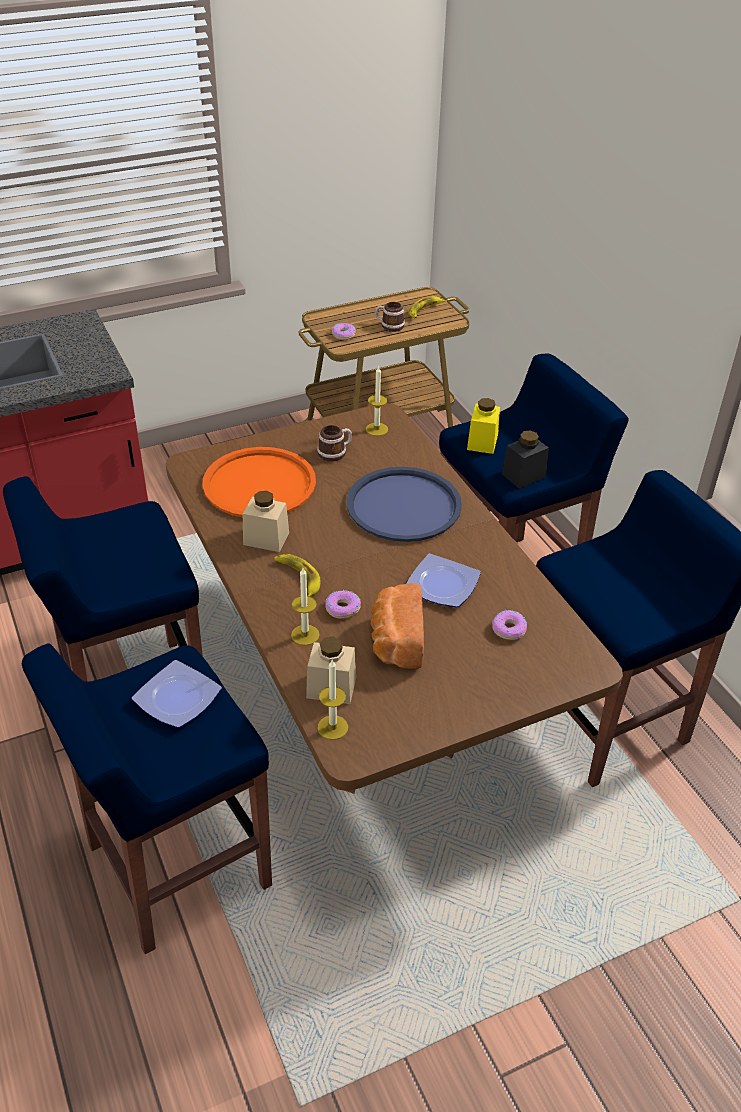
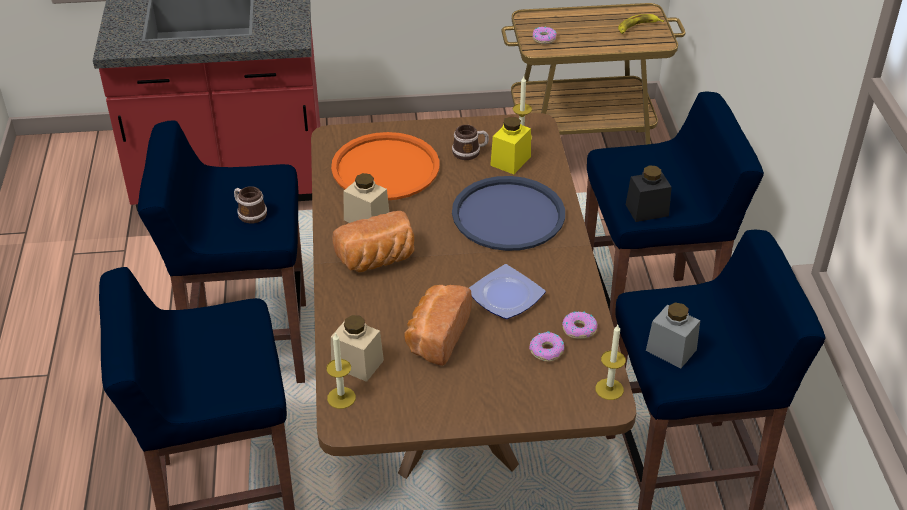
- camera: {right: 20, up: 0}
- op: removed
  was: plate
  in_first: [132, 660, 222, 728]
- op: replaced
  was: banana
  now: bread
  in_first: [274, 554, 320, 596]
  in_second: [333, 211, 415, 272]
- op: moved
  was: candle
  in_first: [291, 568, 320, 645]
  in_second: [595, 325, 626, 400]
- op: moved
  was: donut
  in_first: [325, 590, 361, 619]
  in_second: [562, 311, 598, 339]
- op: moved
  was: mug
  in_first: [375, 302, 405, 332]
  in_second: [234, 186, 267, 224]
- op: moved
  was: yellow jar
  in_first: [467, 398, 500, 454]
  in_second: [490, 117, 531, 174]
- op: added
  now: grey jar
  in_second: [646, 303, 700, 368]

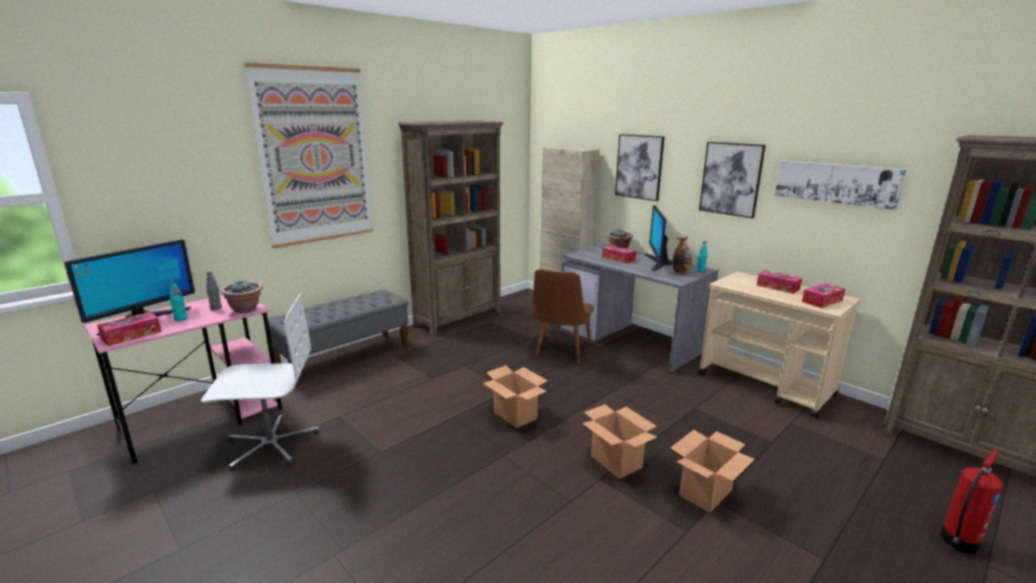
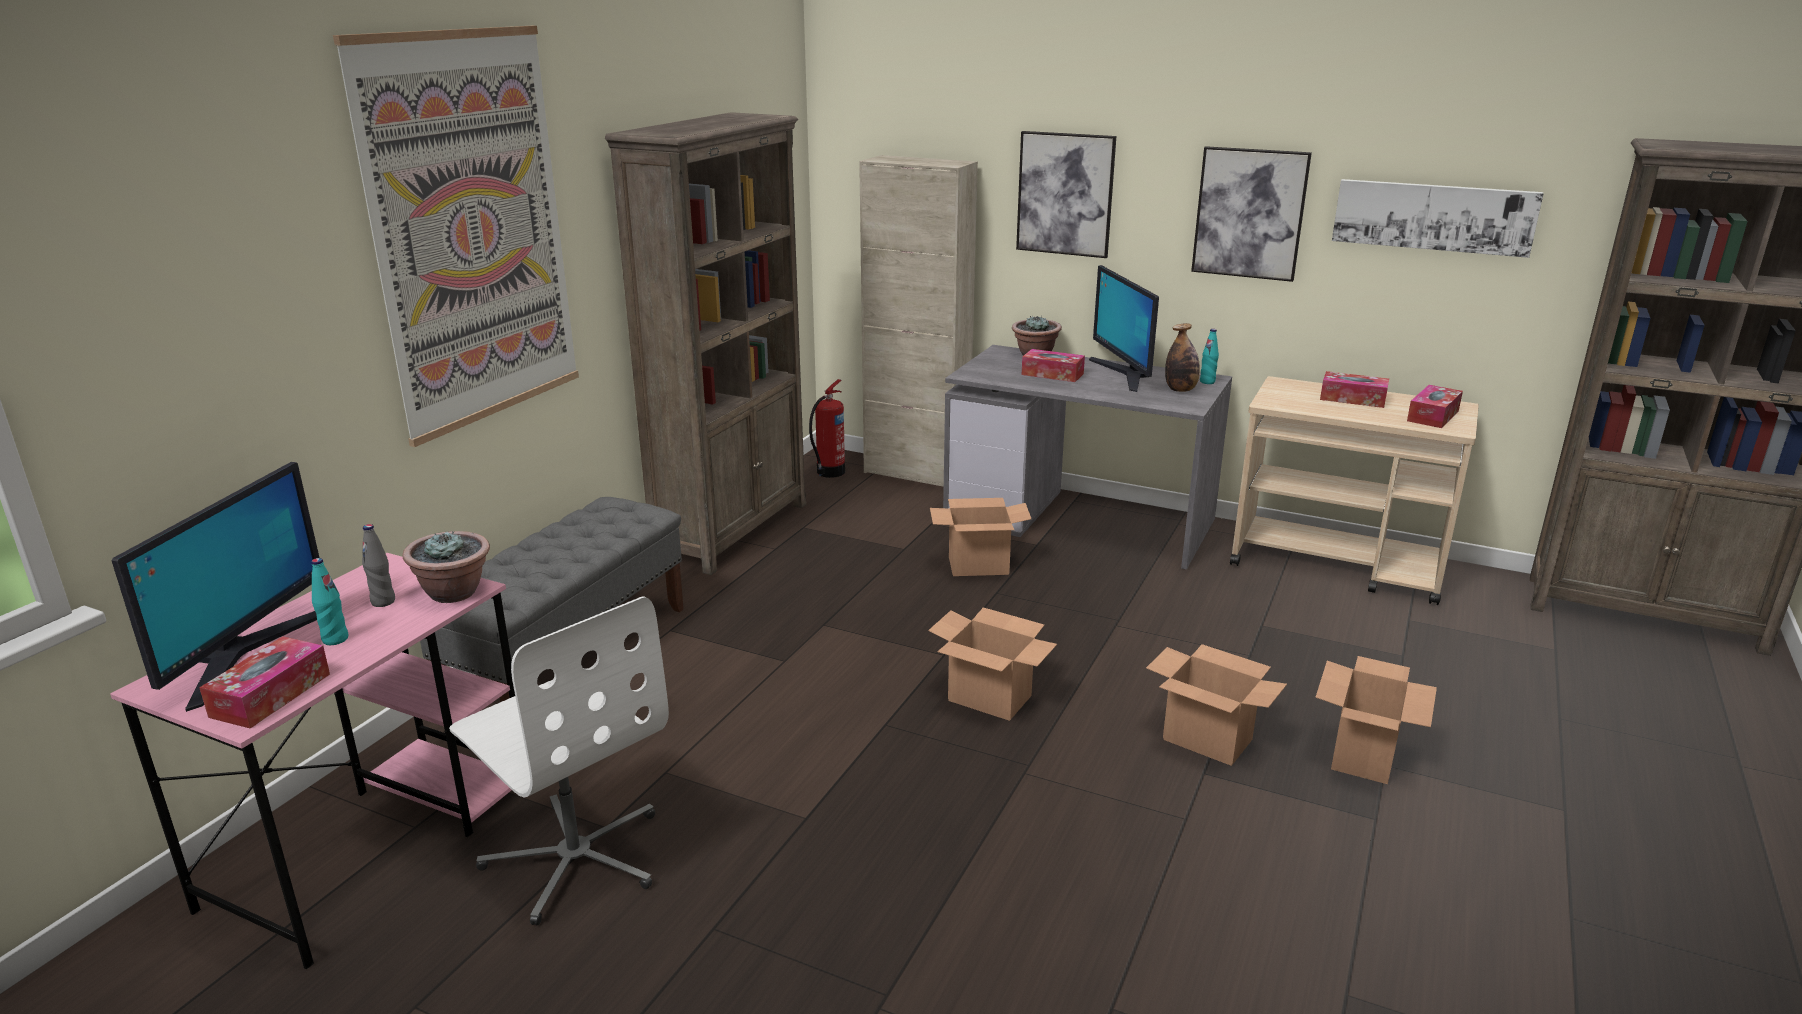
- camera: {right: -20, up: 5}
- op: turned
  was: white office chair
  in_first: [201, 293, 319, 471]
  in_second: [449, 596, 669, 926]
  clockwise: 75
- op: replaced
  was: brown chair
  now: cardboard box
  in_first: [531, 269, 594, 363]
  in_second: [930, 498, 1031, 576]
- op: moved
  was: fire extinguisher
  in_first: [940, 449, 1003, 554]
  in_second: [809, 379, 845, 478]

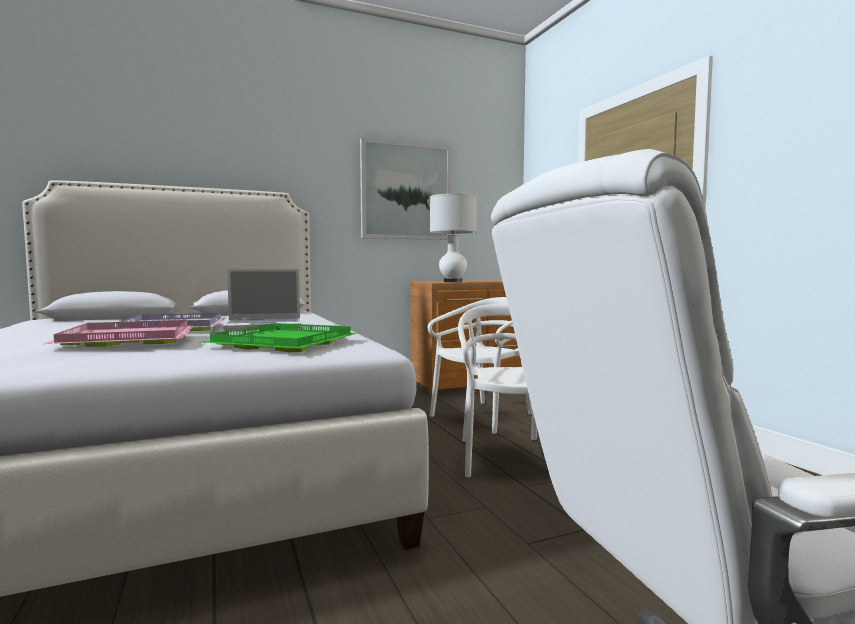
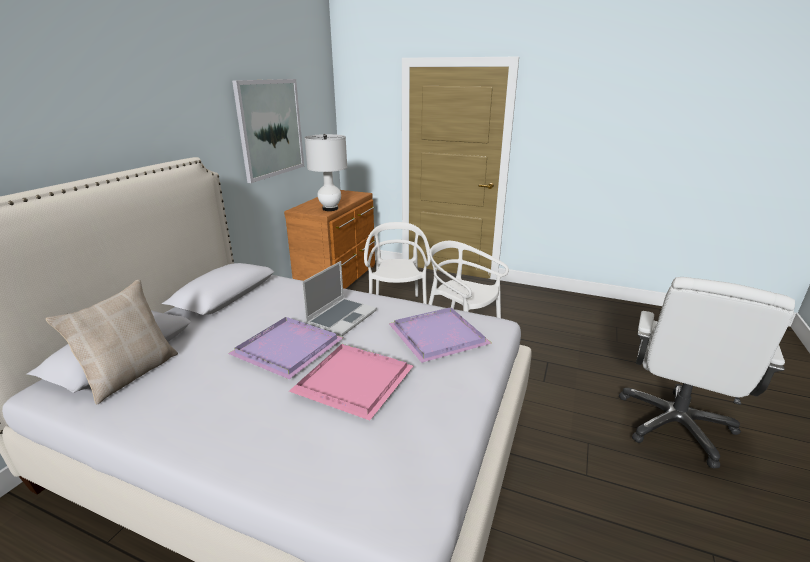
- camera: {right: -45, up: 20}
- op: recoloured
  was: green tray
  now: purple tray
  in_first: [202, 323, 358, 352]
  in_second: [389, 307, 491, 363]
- op: added
  now: beige pillow
  in_second: [46, 279, 178, 404]

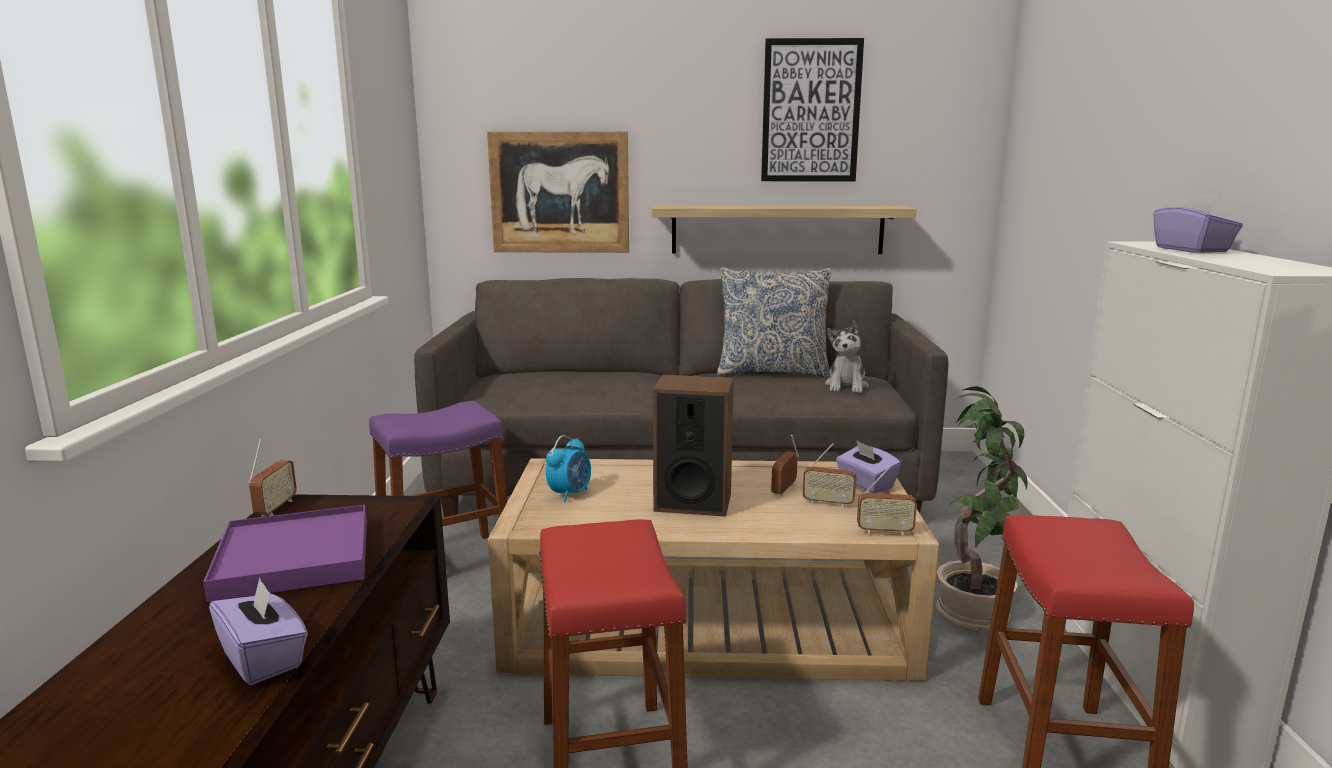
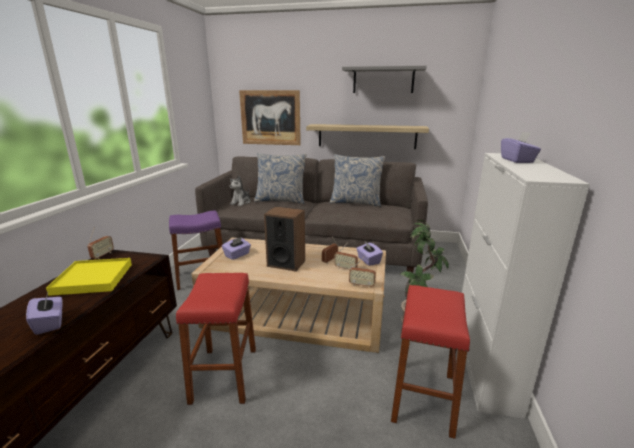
- camera: {right: 10, up: 5}
- op: recoloured
  was: purple tray
  now: yellow tray
  in_first: [203, 505, 367, 602]
  in_second: [46, 258, 132, 296]
- op: replaced
  was: alarm clock
  now: purple tissue box
  in_first: [546, 435, 591, 502]
  in_second: [222, 237, 251, 260]
- op: replaced
  was: picture
  now: grey shelf
  in_first: [761, 38, 864, 181]
  in_second: [342, 66, 427, 93]
- op: moved
  was: plush toy
  in_first: [825, 321, 869, 393]
  in_second: [230, 175, 251, 206]
- op: added
  now: pillow
  in_second: [254, 153, 307, 204]

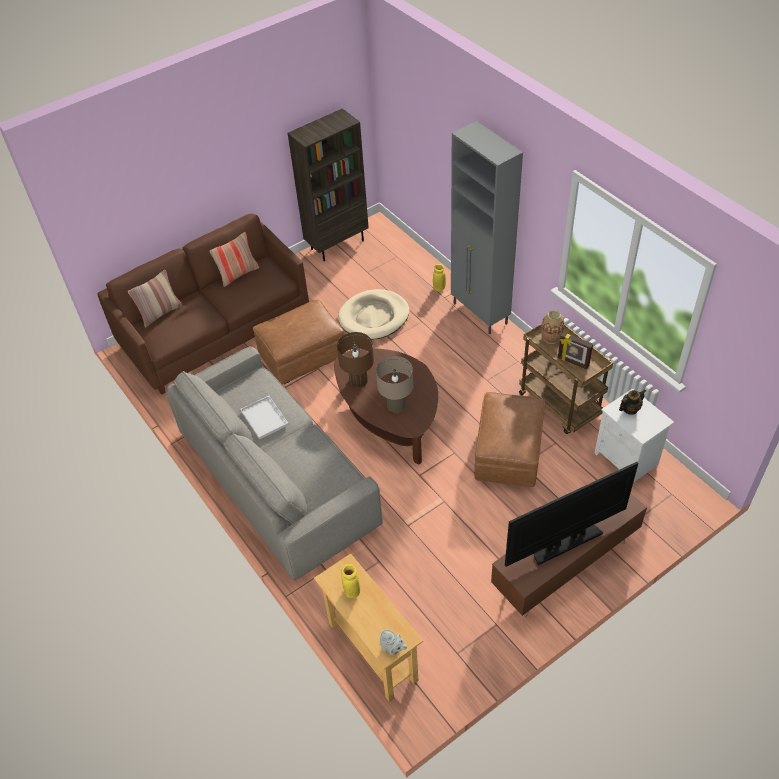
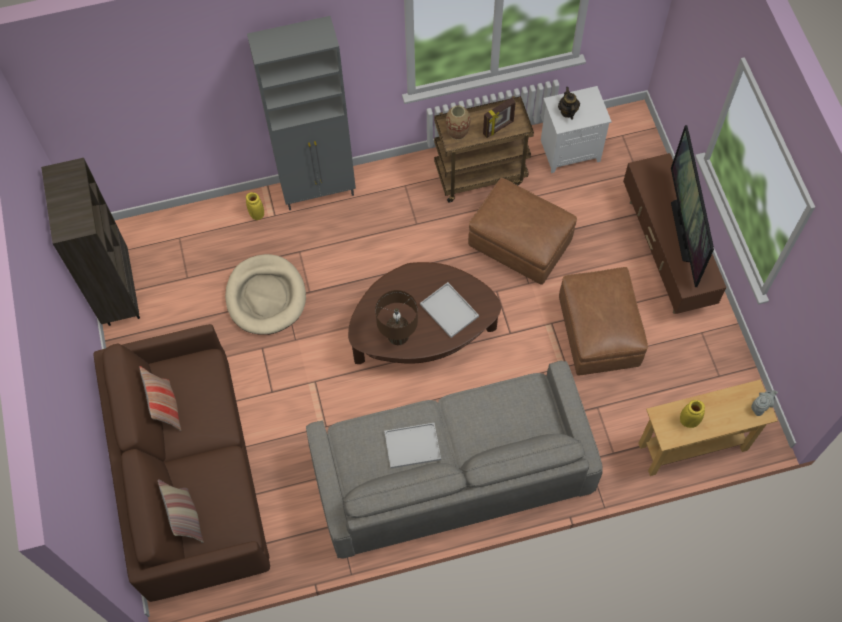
- camera: {right: -70, up: 15}
- op: moved
  was: brown ottoman
  in_first: [253, 299, 344, 385]
  in_second: [559, 267, 648, 376]
- op: replaced
  was: beige table lamp
  now: white tray
  in_first: [376, 356, 413, 413]
  in_second: [420, 282, 479, 338]

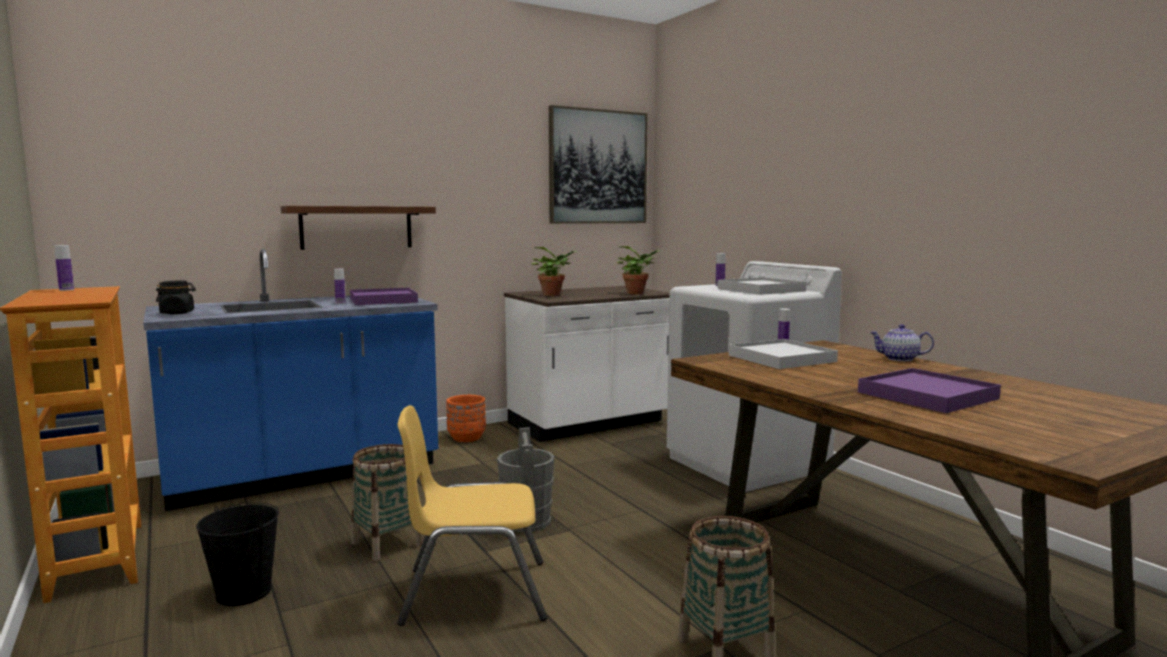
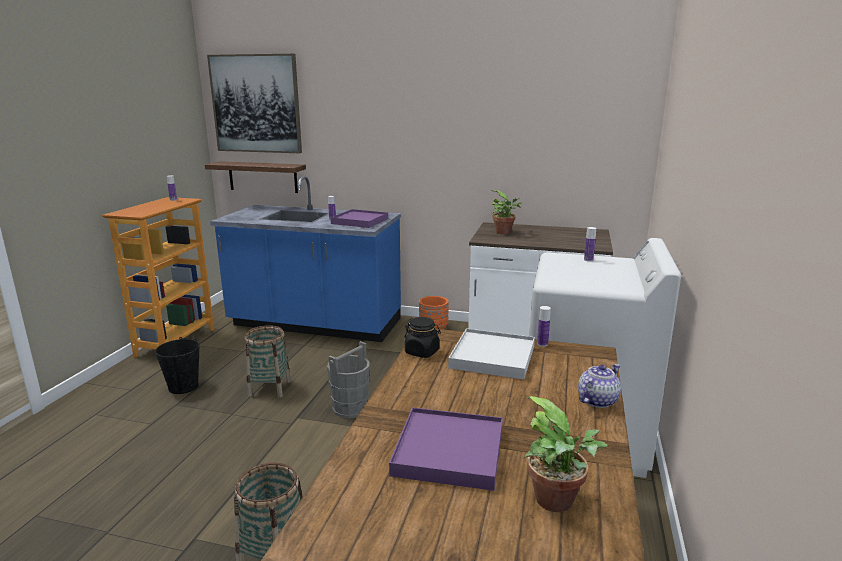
- camera: {right: 45, up: 10}
- op: moved
  was: black jar
  in_first: [156, 281, 196, 314]
  in_second: [405, 317, 441, 358]
- op: moved
  was: shelf
  in_first: [281, 206, 436, 250]
  in_second: [205, 161, 306, 193]
- op: removed
  was: yellow chair
  in_first: [397, 405, 547, 626]
- op: moved
  was: picture
  in_first: [549, 105, 648, 224]
  in_second: [207, 54, 302, 153]
- op: moved
  was: potted plant
  in_first: [617, 246, 660, 294]
  in_second: [523, 396, 608, 512]
- op: removed
  was: white tray
  in_first: [718, 277, 807, 295]
- op: turned
  was: teapot
  in_first: [870, 324, 934, 361]
  in_second: [578, 364, 621, 408]
  clockwise: 75

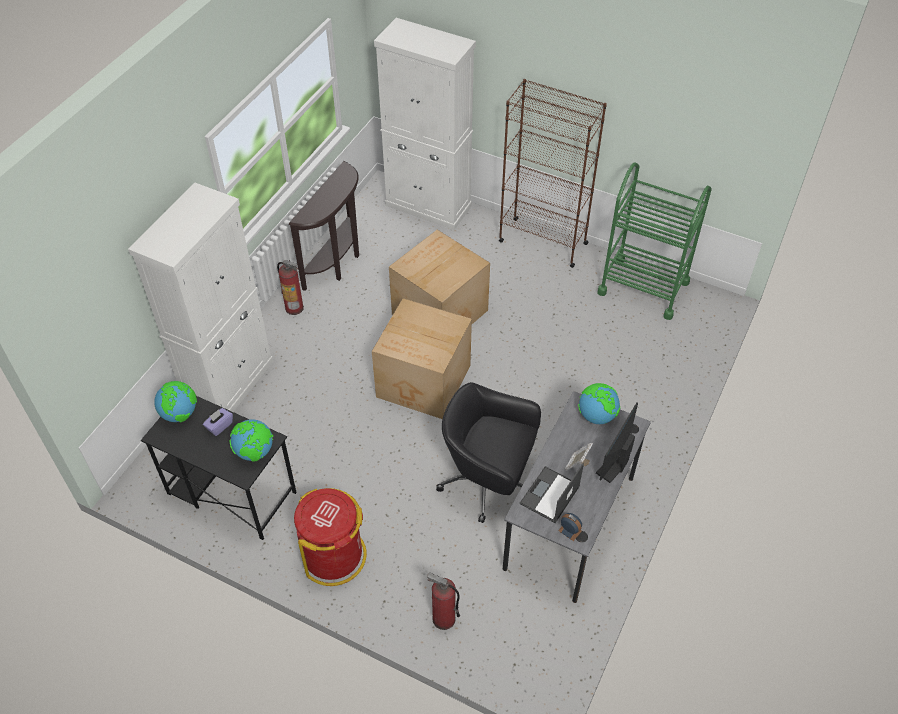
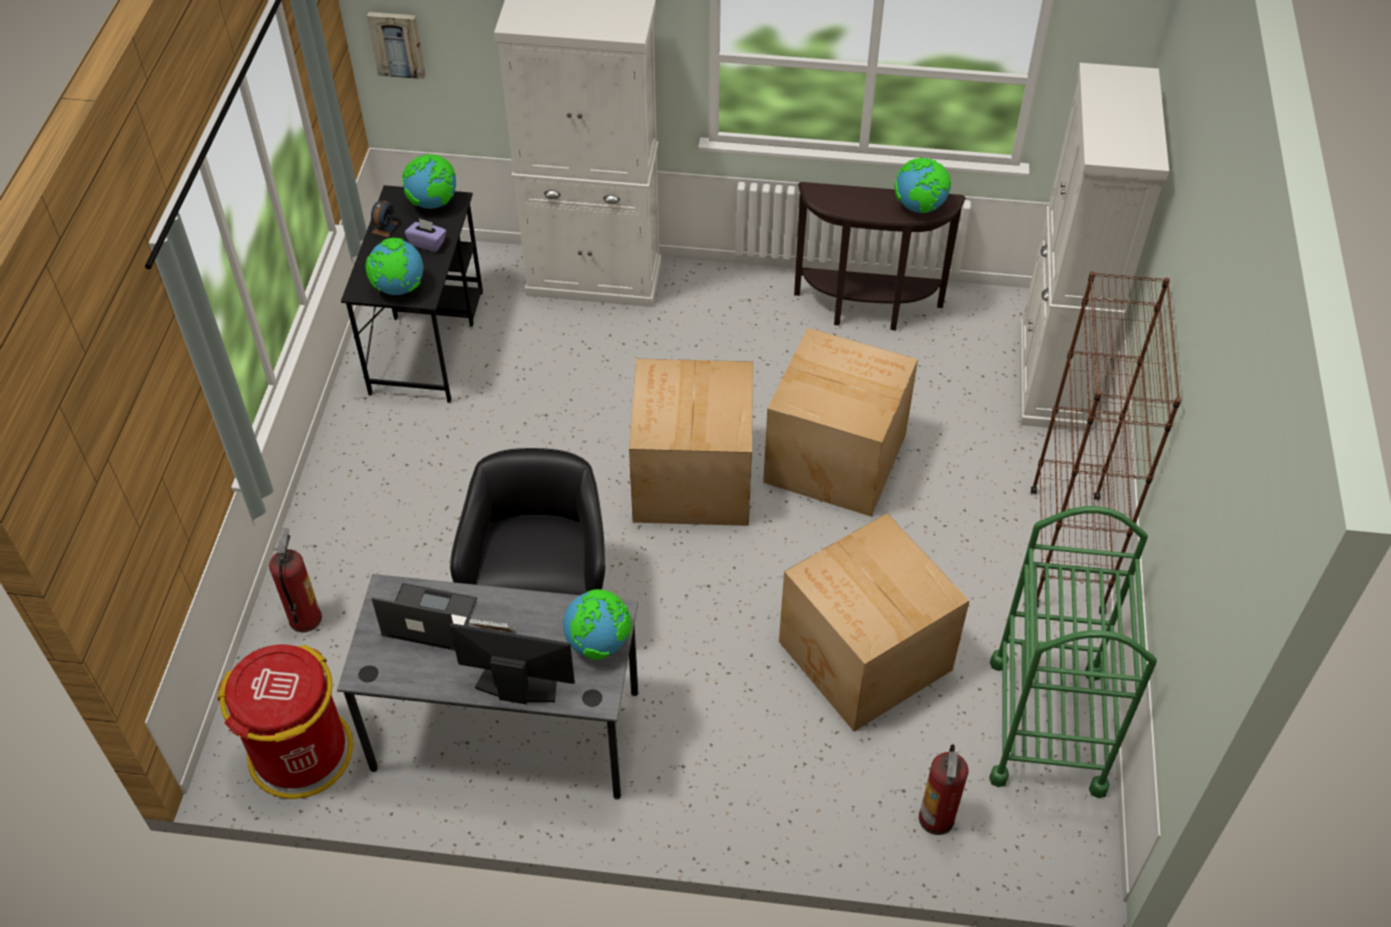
- camera: {right: 70, up: 0}
- op: moved
  was: fire extinguisher
  in_first: [277, 260, 304, 315]
  in_second: [919, 744, 969, 835]
- op: moved
  was: red trash can
  in_first: [294, 488, 367, 586]
  in_second: [217, 644, 353, 799]
- op: moved
  was: alarm clock
  in_first: [558, 513, 582, 541]
  in_second: [371, 200, 398, 237]
- op: added
  now: picture
  in_second: [367, 12, 426, 79]
- op: added
  now: cardboard box
  in_second: [779, 513, 970, 732]
- op: added
  now: globe
  in_second: [895, 157, 951, 213]

